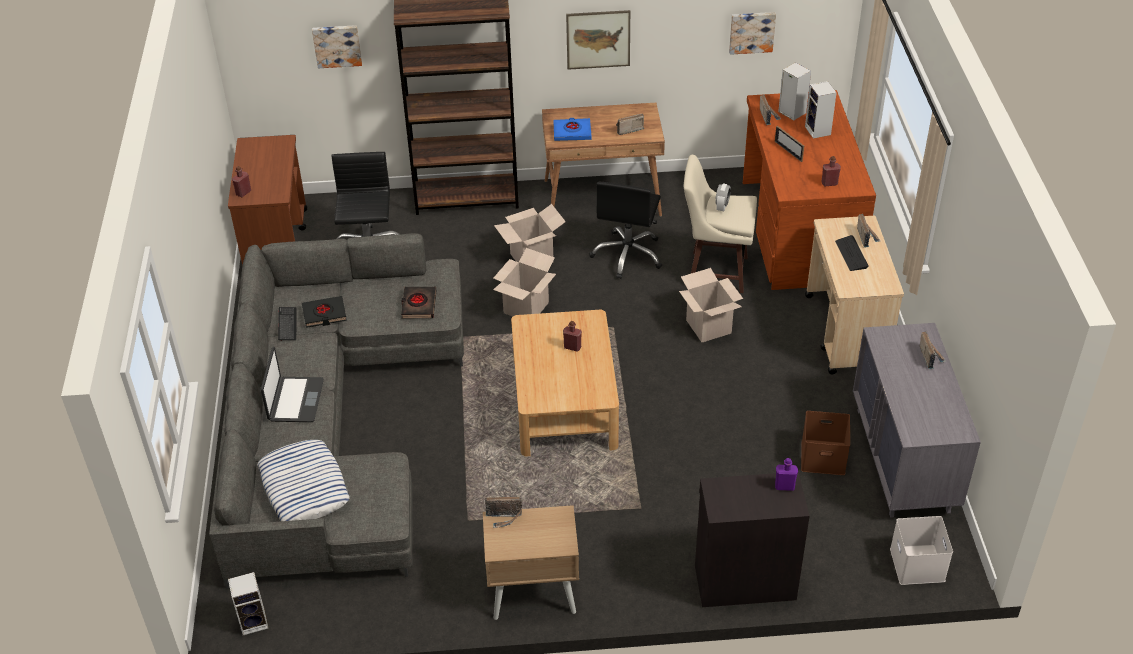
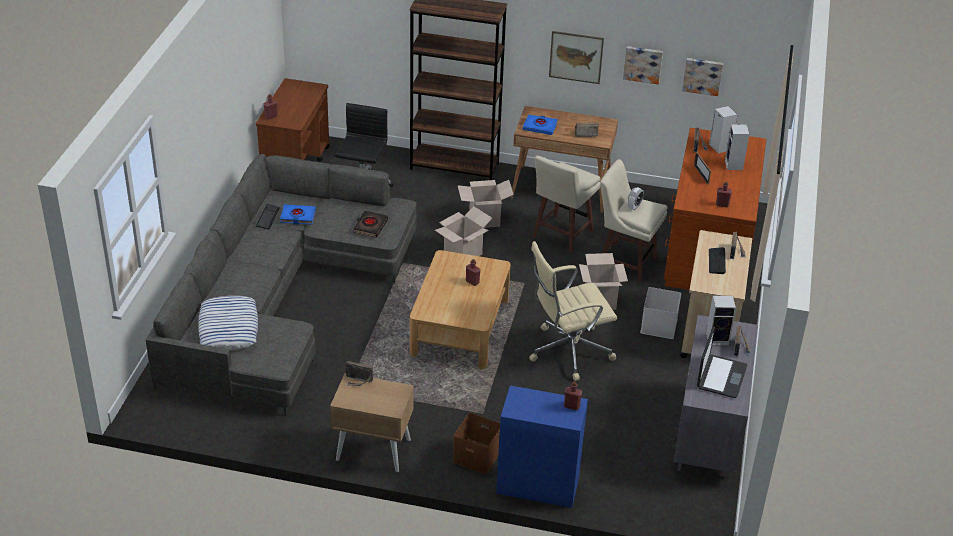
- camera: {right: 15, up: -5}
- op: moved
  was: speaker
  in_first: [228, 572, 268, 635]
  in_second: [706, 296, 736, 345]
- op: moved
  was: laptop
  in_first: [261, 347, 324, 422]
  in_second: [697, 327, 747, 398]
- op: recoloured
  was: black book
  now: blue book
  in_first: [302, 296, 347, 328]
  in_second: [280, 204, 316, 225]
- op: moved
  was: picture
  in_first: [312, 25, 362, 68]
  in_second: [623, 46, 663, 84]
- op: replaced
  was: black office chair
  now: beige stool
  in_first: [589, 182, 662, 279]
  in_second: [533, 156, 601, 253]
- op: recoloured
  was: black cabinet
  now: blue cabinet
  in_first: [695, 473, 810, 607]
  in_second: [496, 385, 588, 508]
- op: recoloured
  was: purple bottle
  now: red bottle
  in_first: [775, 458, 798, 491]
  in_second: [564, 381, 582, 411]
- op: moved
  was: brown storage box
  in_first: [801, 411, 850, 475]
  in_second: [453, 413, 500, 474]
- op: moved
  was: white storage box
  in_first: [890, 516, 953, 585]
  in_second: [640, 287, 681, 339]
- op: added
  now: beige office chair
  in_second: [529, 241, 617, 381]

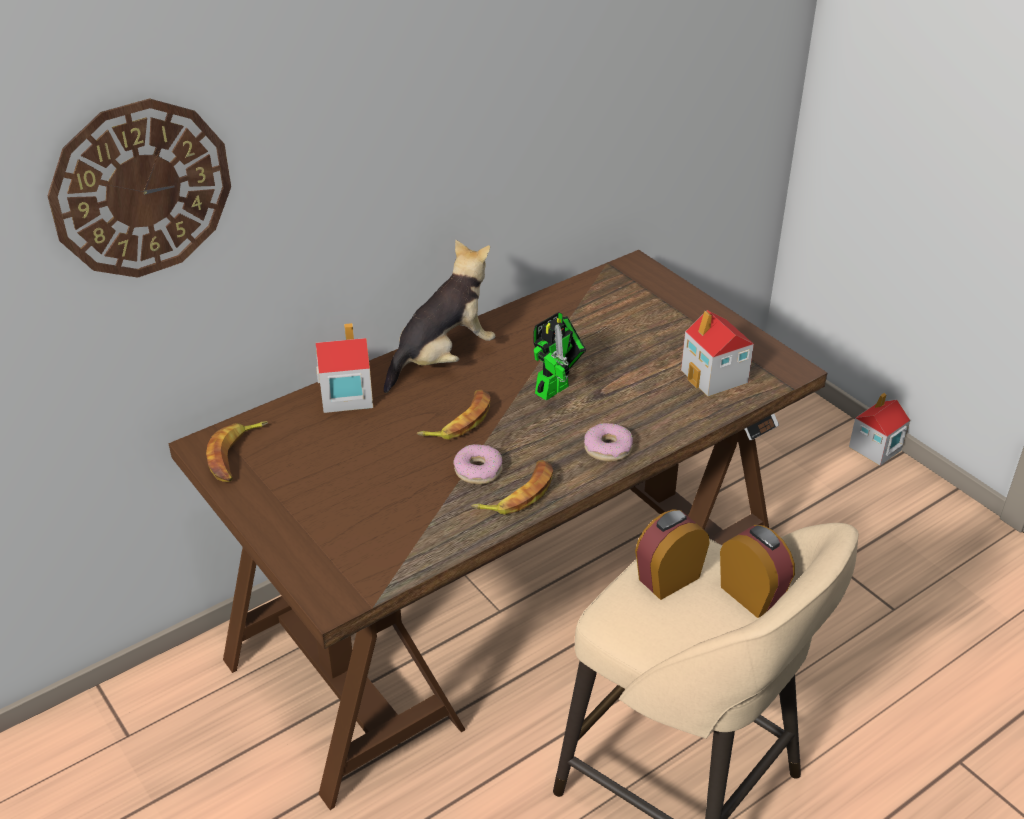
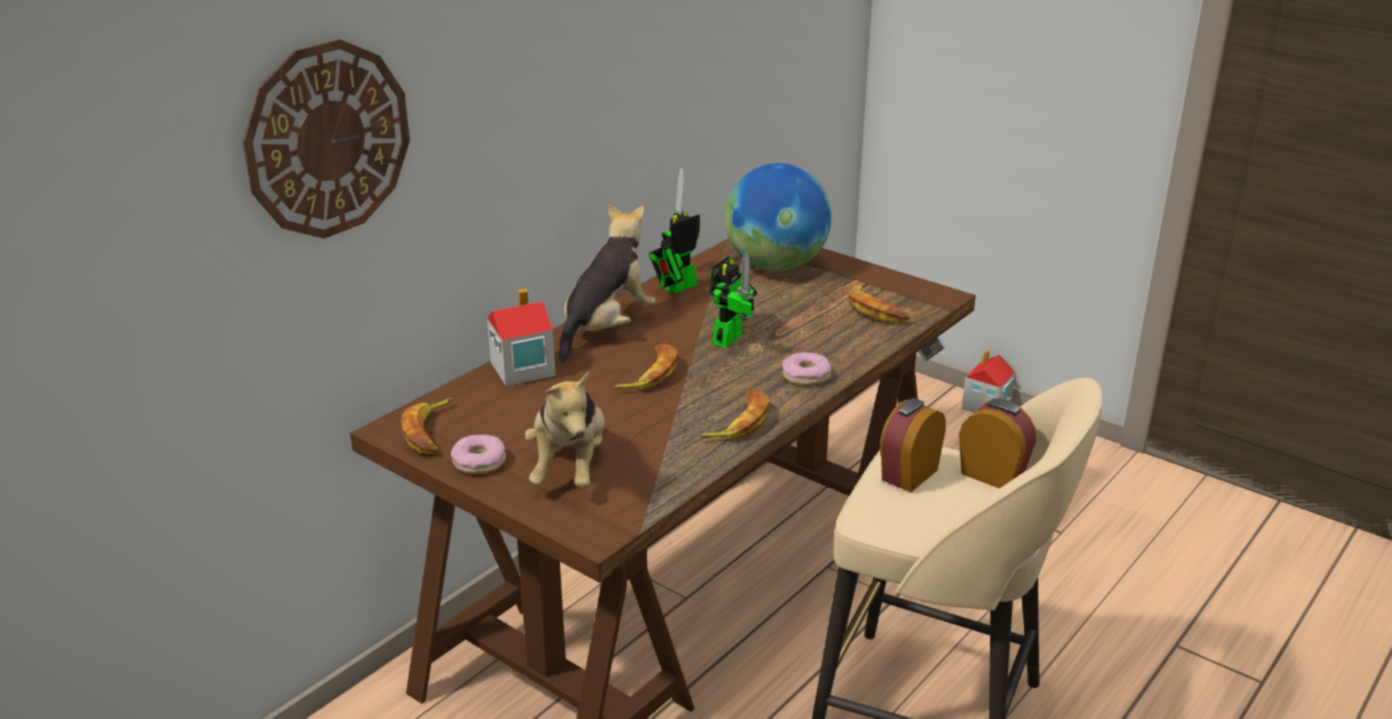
- camera: {right: -15, up: -10}
- op: moved
  was: donut
  in_first: [454, 444, 503, 485]
  in_second: [451, 435, 506, 474]
- op: replaced
  was: toy house
  now: banana
  in_first: [681, 310, 754, 397]
  in_second: [848, 284, 910, 323]
- op: added
  now: plush toy
  in_second: [525, 371, 605, 489]
- op: added
  now: toy robot
  in_second: [649, 168, 700, 294]
- op: added
  now: globe
  in_second: [724, 163, 832, 271]

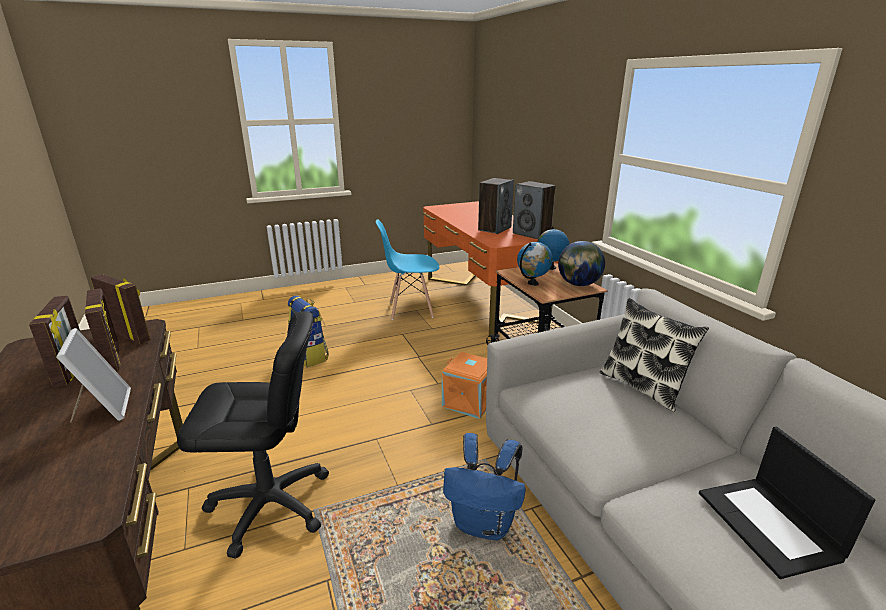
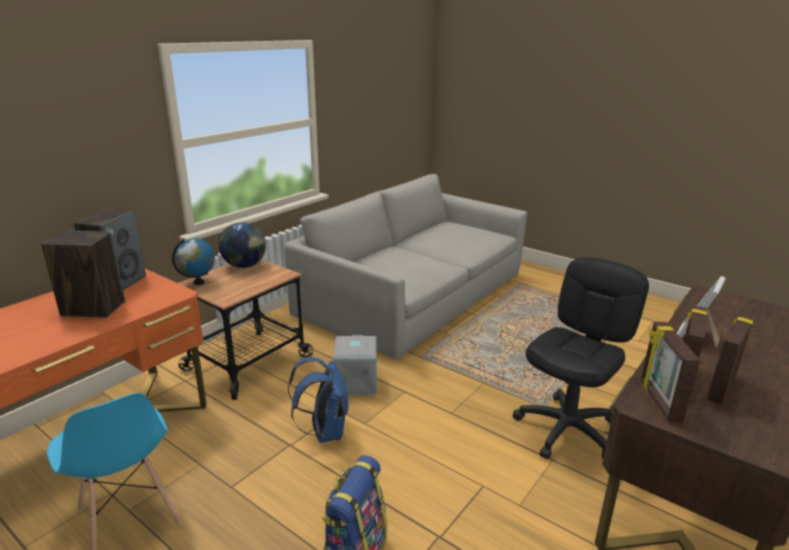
- camera: {right: -120, up: 0}
- op: turned
  was: black office chair
  in_first: [177, 311, 329, 559]
  in_second: [513, 257, 649, 459]
  clockwise: 75
- op: recoloured
  was: orange storage box
  now: grey storage box
  in_first: [442, 352, 487, 419]
  in_second: [333, 335, 377, 395]
- op: moved
  was: blue backpack
  in_first: [443, 433, 526, 540]
  in_second: [288, 357, 348, 443]
- op: removed
  was: globe
  in_first: [517, 242, 553, 286]
- op: removed
  was: pillow
  in_first: [600, 298, 709, 412]
- op: removed
  was: laptop
  in_first: [699, 427, 875, 579]

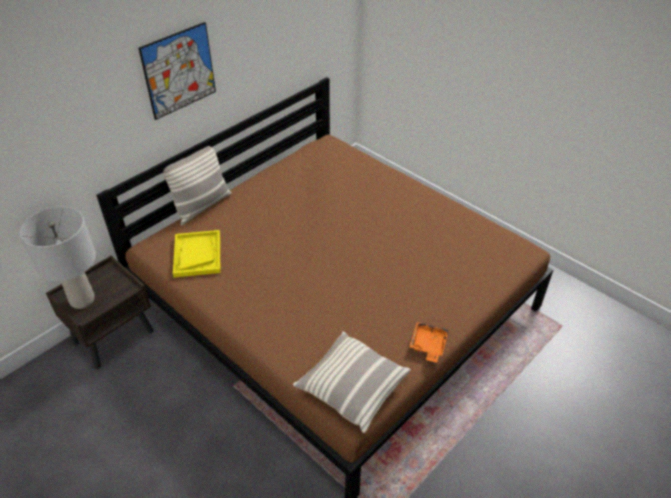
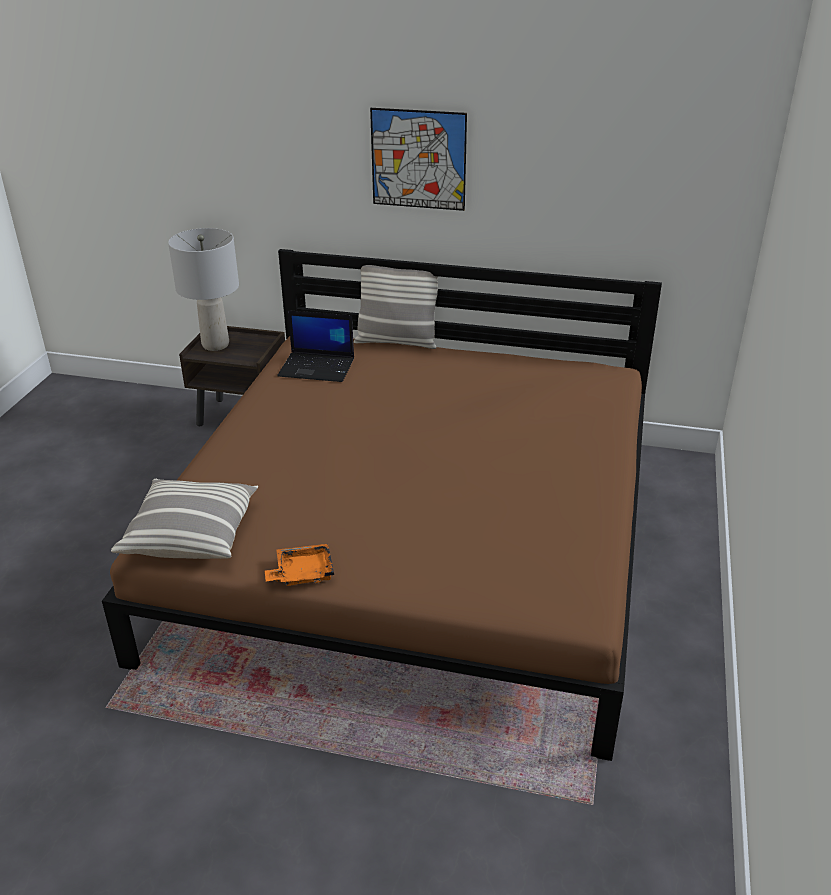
- camera: {right: 60, up: -10}
- op: replaced
  was: yellow tray
  now: laptop
  in_first: [173, 230, 220, 277]
  in_second: [277, 310, 354, 382]

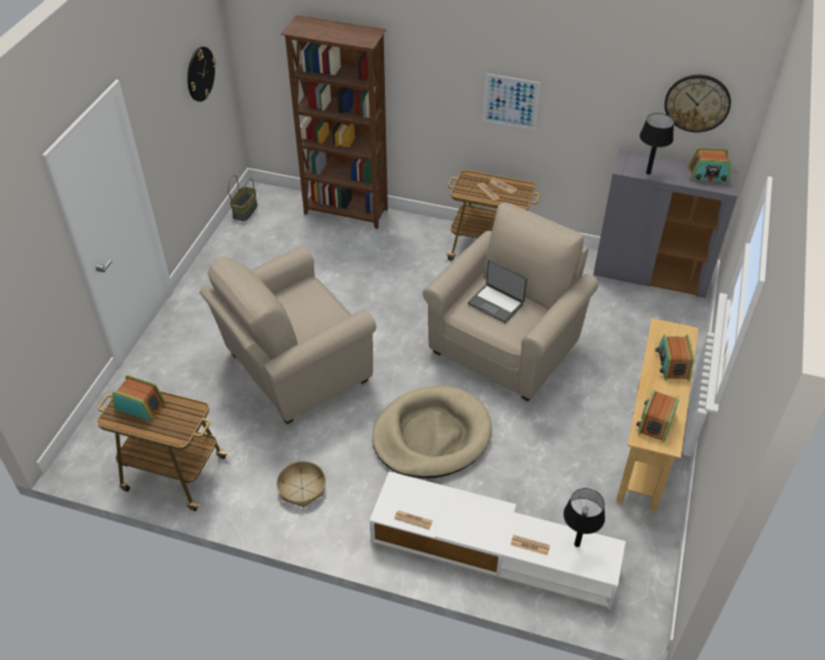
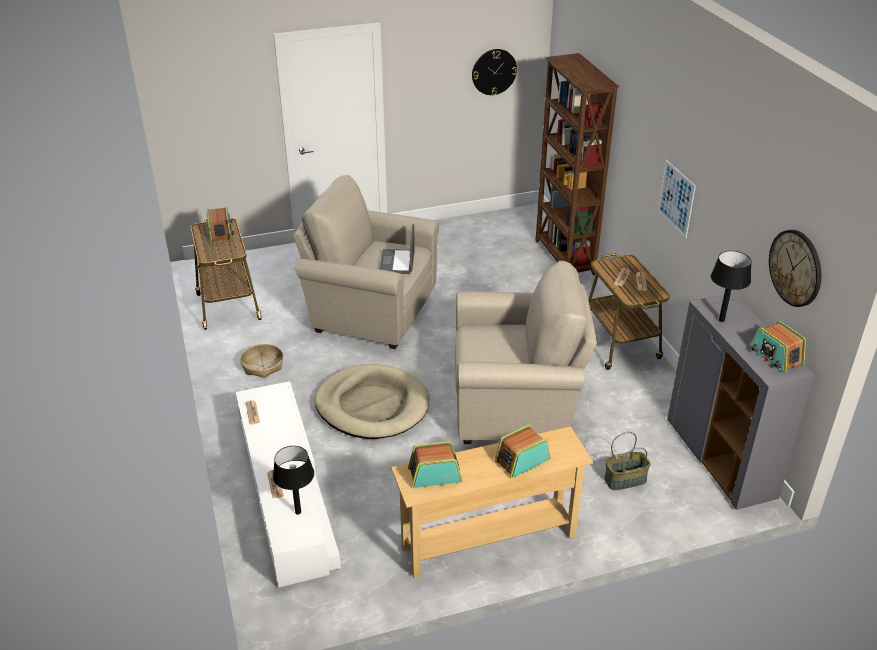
- camera: {right: 55, up: -10}
- op: moved
  was: basket
  in_first: [228, 175, 258, 221]
  in_second: [604, 432, 651, 490]
- op: moved
  was: laptop
  in_first: [468, 259, 527, 323]
  in_second: [380, 224, 415, 274]

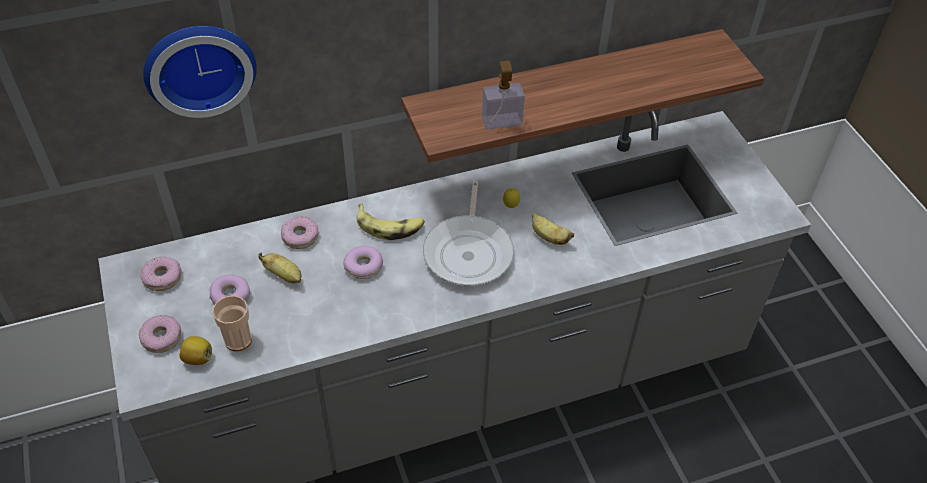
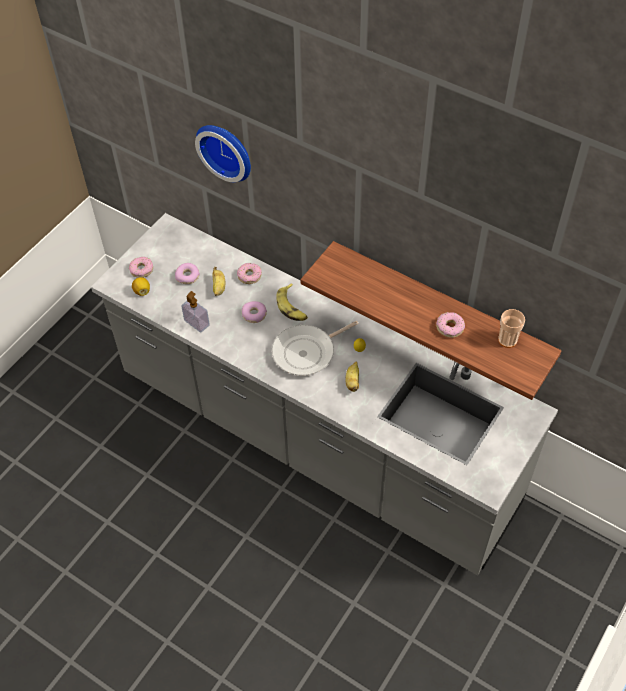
- camera: {right: 55, up: 5}
- op: moved
  was: donut
  in_first: [140, 257, 182, 291]
  in_second: [436, 312, 465, 338]
- op: moved
  was: cup
  in_first: [212, 296, 252, 351]
  in_second: [498, 309, 525, 348]
- op: moved
  was: soap dispenser
  in_first: [482, 61, 525, 130]
  in_second: [181, 291, 210, 333]

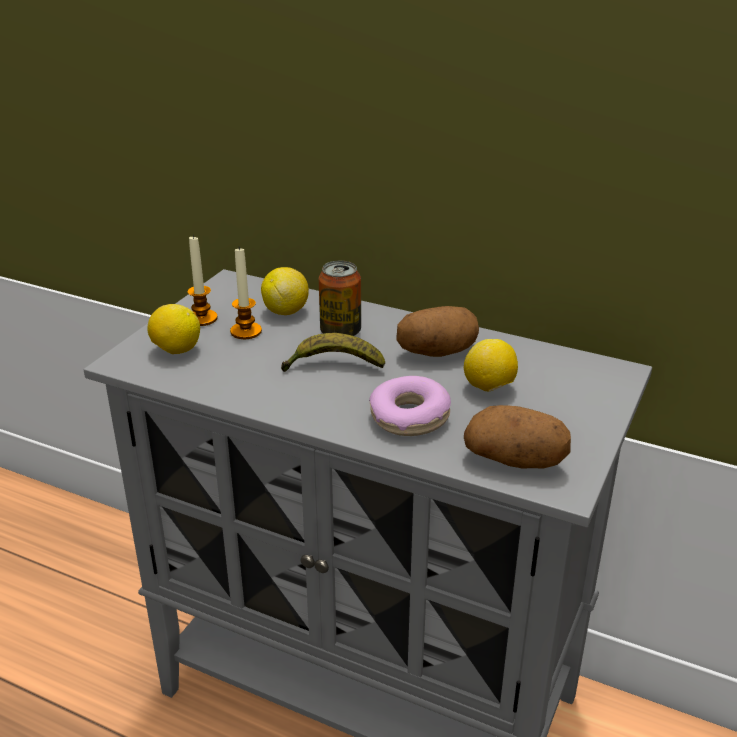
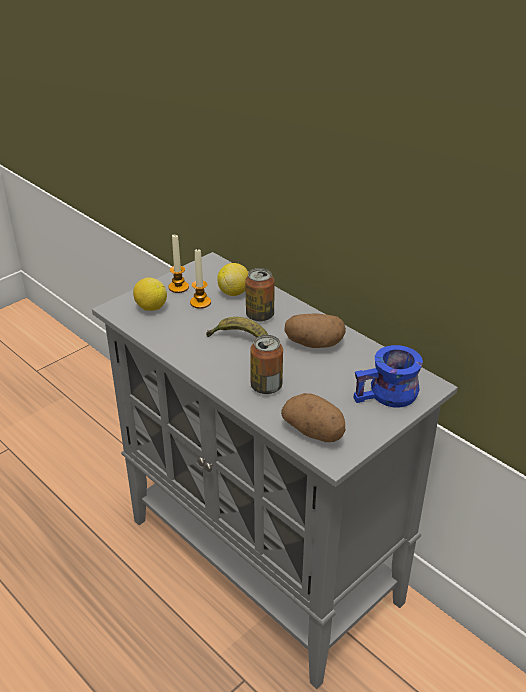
- camera: {right: 20, up: 5}
- op: replaced
  was: donut
  now: can
  in_first: [369, 376, 451, 436]
  in_second: [250, 335, 283, 394]
- op: removed
  was: lemon
  in_first: [464, 339, 518, 391]
- op: added
  now: blue mug
  in_second: [354, 345, 423, 408]

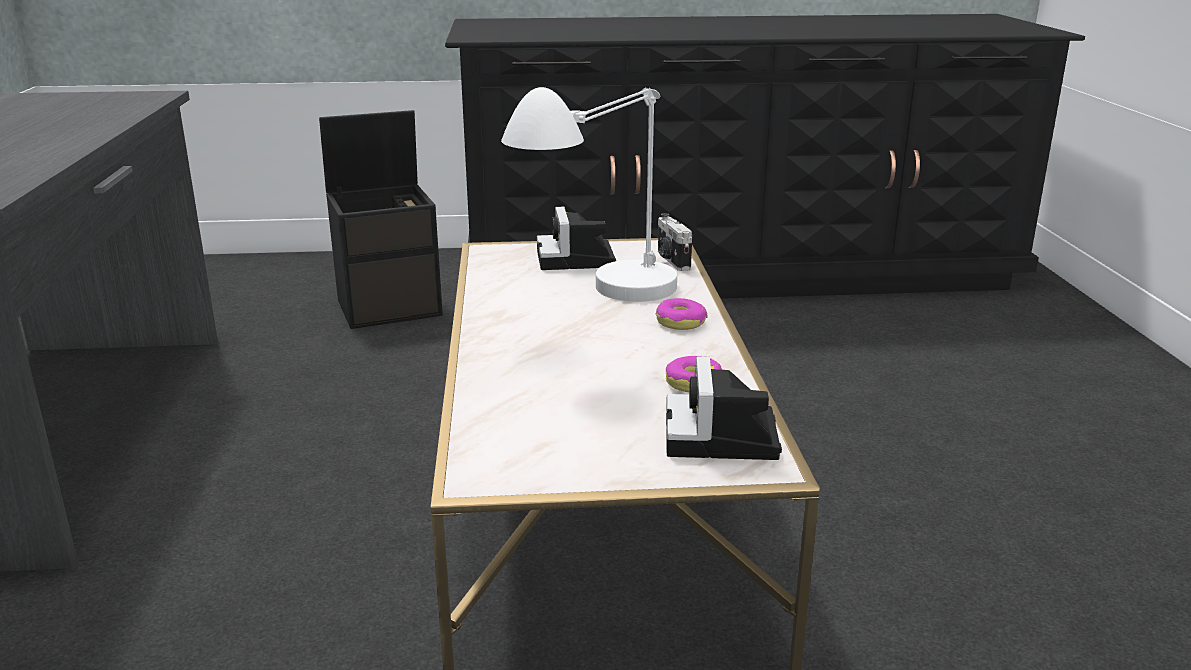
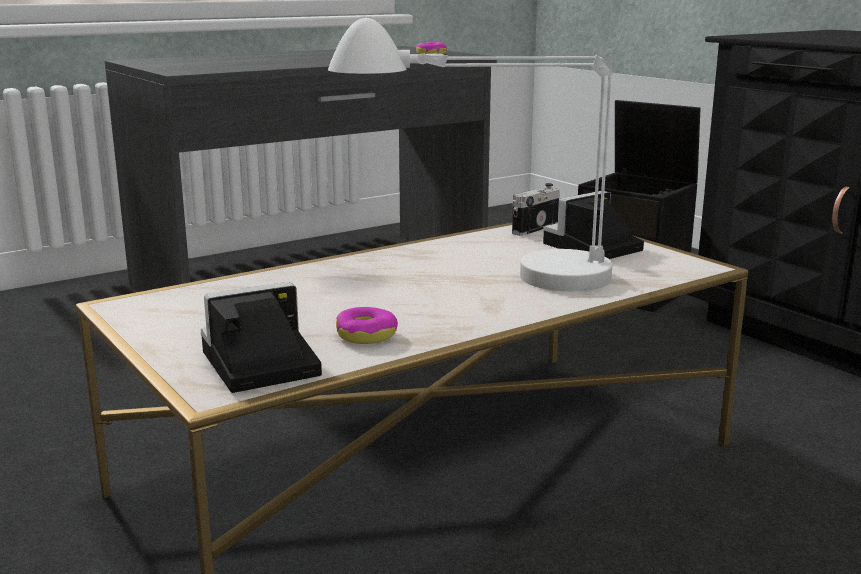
- camera: {right: 60, up: -5}
- op: moved
  was: donut
  in_first: [656, 298, 707, 330]
  in_second: [416, 42, 447, 54]
- op: moved
  was: photo camera
  in_first: [658, 213, 692, 271]
  in_second: [512, 183, 560, 236]

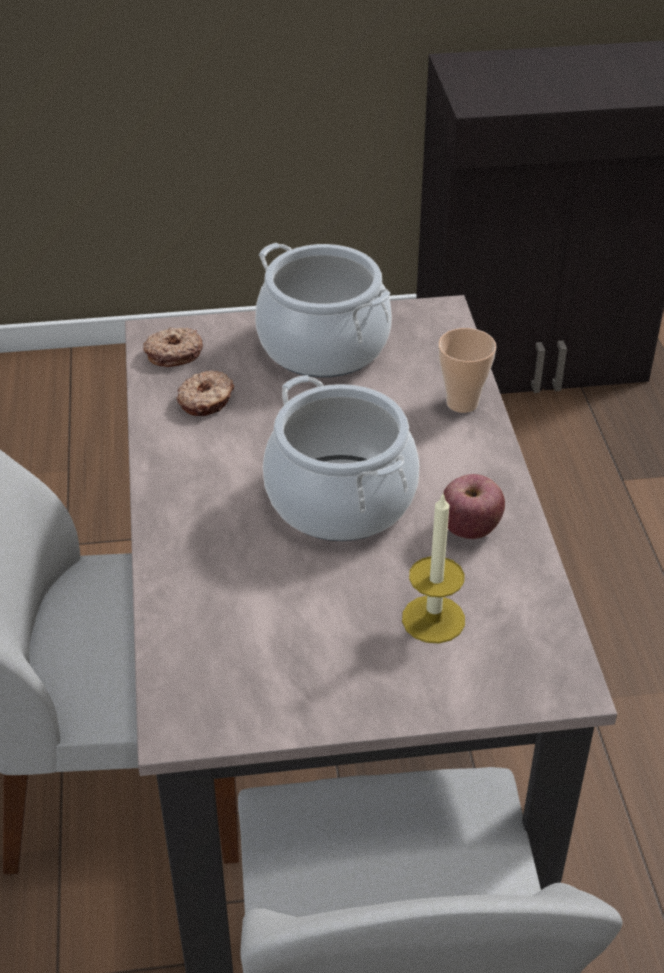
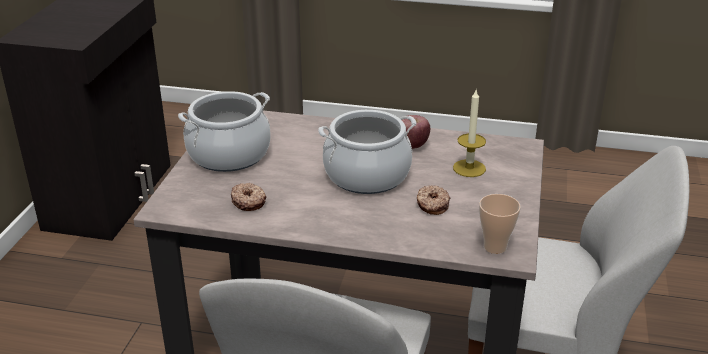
- camera: {right: -70, up: -10}
- op: moved
  was: donut
  in_first: [143, 327, 203, 367]
  in_second: [417, 185, 450, 215]
- op: moved
  was: cup
  in_first: [438, 328, 496, 413]
  in_second: [479, 194, 521, 254]

